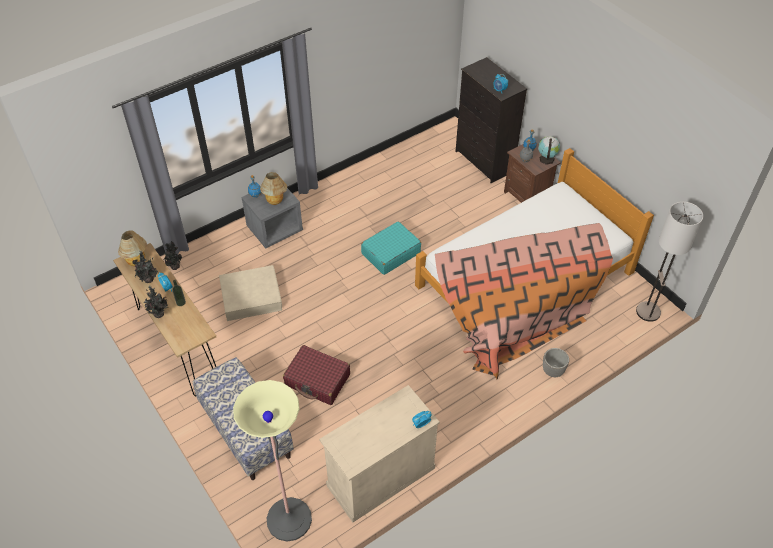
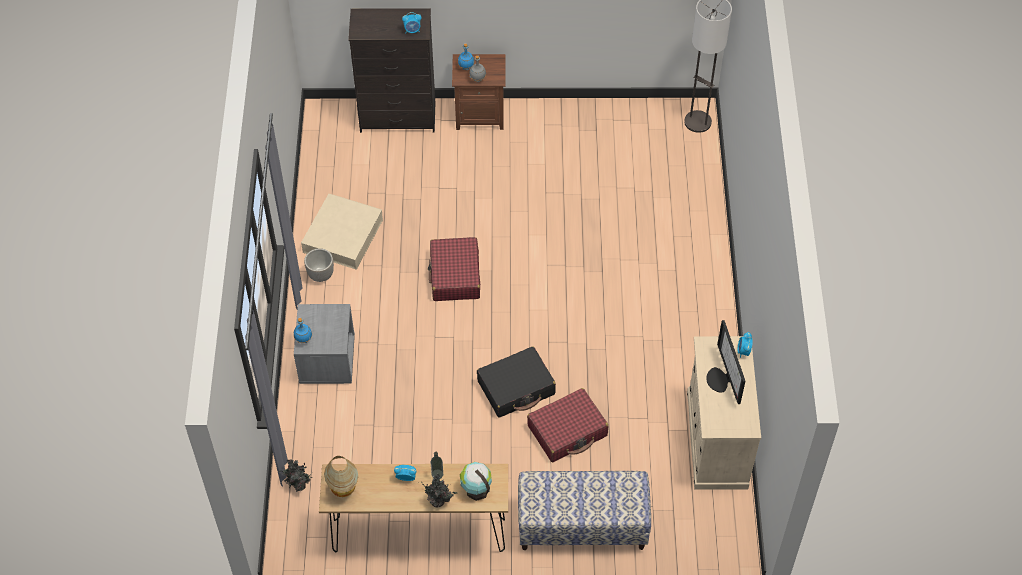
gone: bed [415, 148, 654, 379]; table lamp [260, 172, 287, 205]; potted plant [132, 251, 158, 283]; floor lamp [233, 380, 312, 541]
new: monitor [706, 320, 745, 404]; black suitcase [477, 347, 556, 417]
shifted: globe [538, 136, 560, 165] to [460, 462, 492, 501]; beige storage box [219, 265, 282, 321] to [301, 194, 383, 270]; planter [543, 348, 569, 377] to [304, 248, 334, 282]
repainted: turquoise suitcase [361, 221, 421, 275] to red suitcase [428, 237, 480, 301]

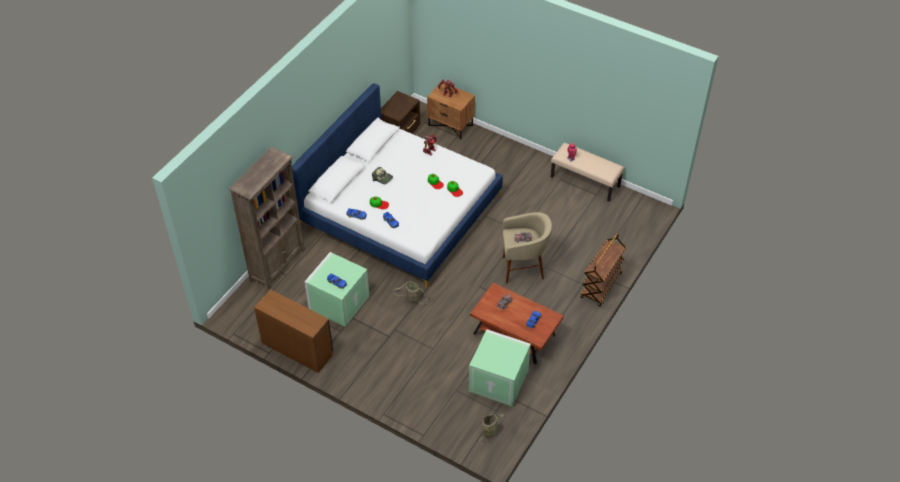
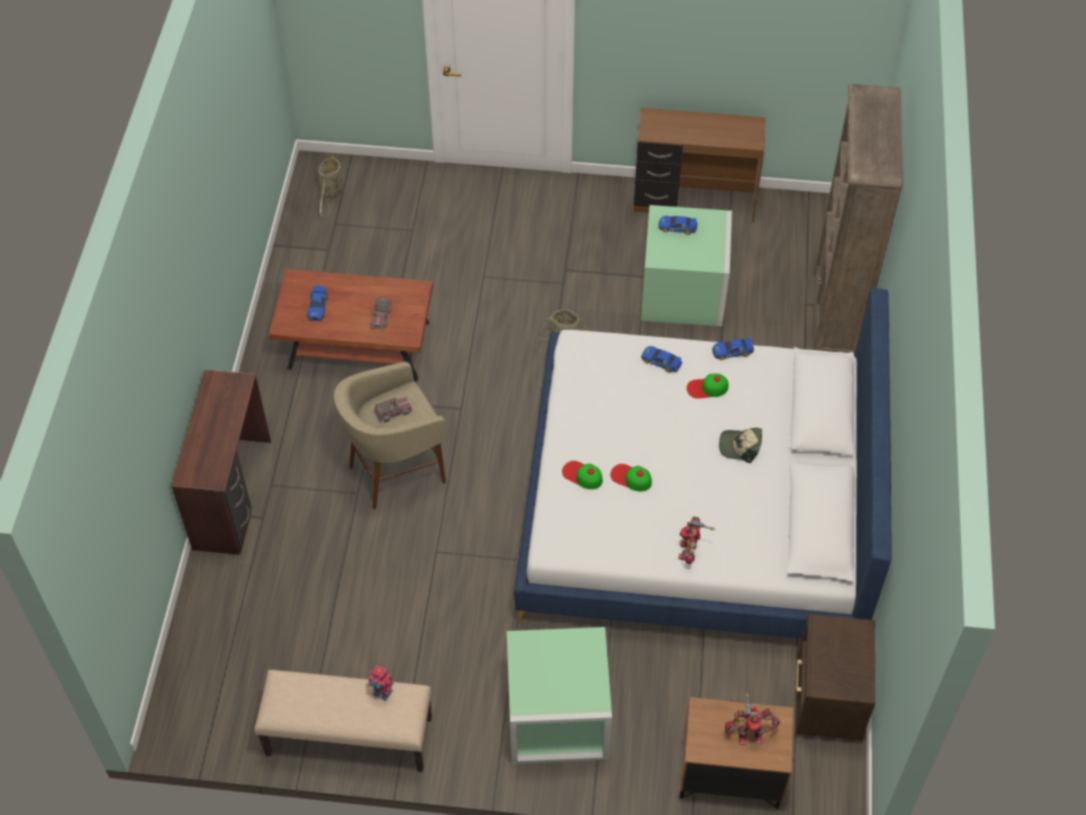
shifted: green storage box [469, 329, 531, 407] to [507, 627, 612, 764]
swapped: brown cart [580, 233, 626, 306] to brown desk [171, 370, 271, 555]

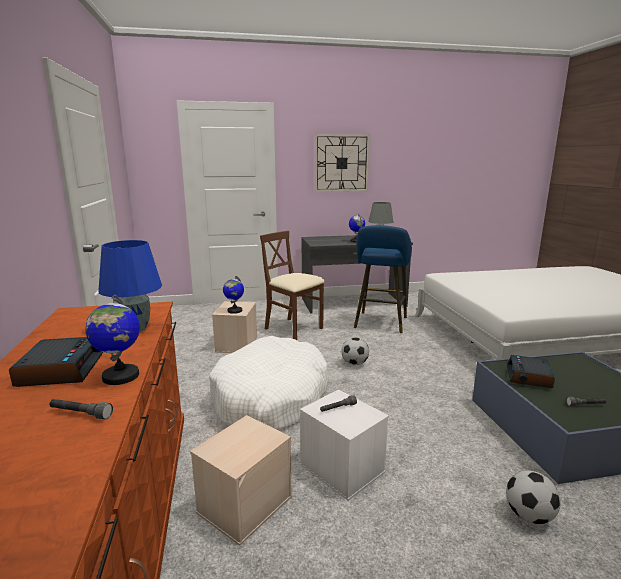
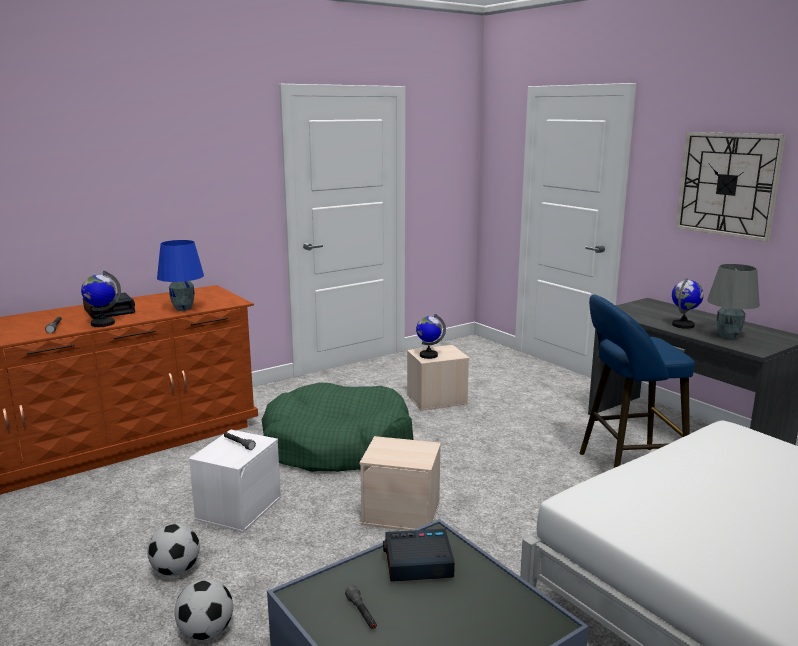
gone: brown chair [260, 231, 325, 340]
shifted: football [341, 337, 369, 365] to [147, 523, 200, 576]; beige storage box [190, 415, 292, 546] to [360, 436, 441, 531]
repainted: white dog bed [209, 336, 329, 430] to green dog bed [262, 383, 414, 472]

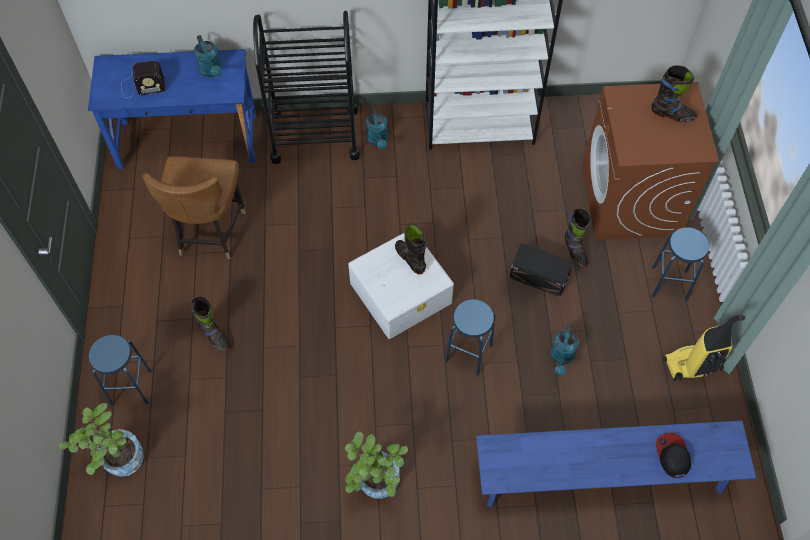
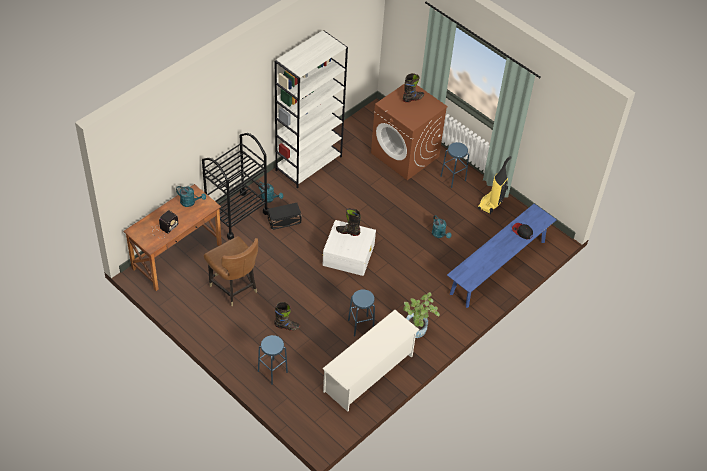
gone: black boot [565, 208, 591, 268]; potted plant [59, 403, 144, 477]
new: white shoe rack [322, 310, 419, 412]
shifted: black storage box [509, 243, 573, 297] to [268, 203, 301, 230]; blue stool [445, 299, 495, 376] to [348, 289, 375, 337]
repainted: blue desk [88, 49, 256, 169] to brown desk [124, 184, 222, 291]

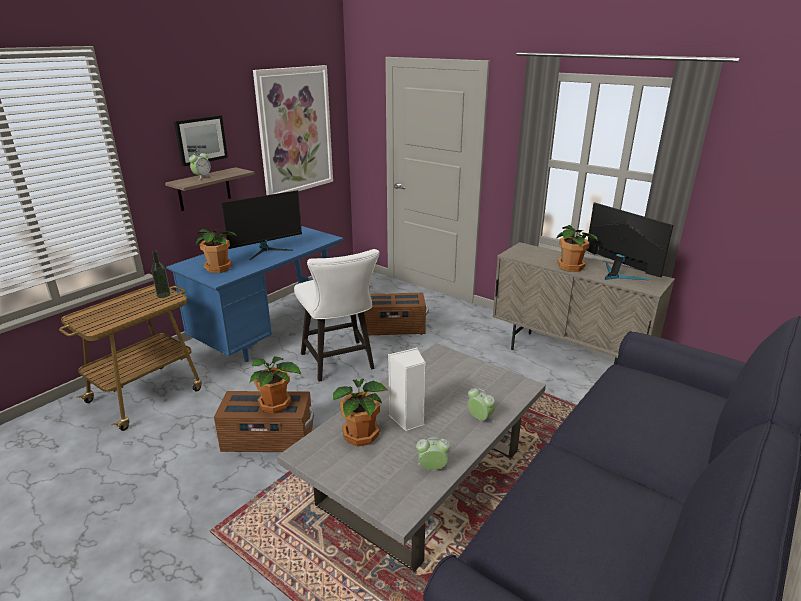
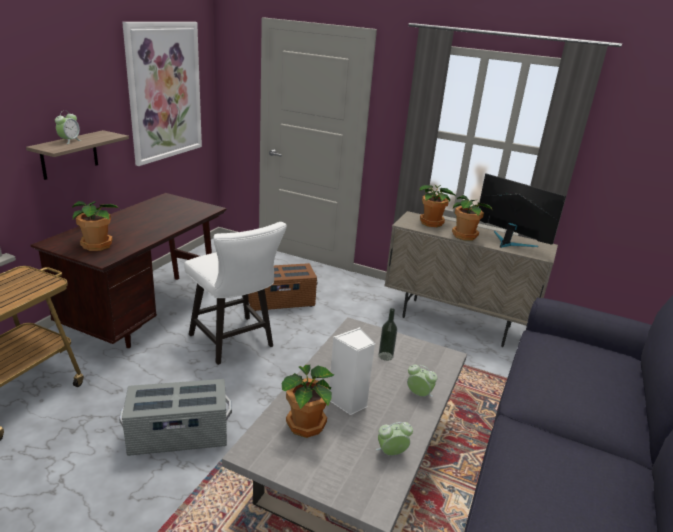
gone: picture [174, 115, 228, 166]; monitor [222, 190, 302, 260]
shifted: bottle [151, 251, 171, 298] to [379, 308, 397, 361]; potted plant [250, 356, 302, 414] to [419, 184, 456, 227]
repainted: blue desk [166, 226, 343, 362] to brown desk [31, 193, 227, 348]; brown storage box [214, 391, 314, 452] to grey storage box [119, 379, 232, 456]

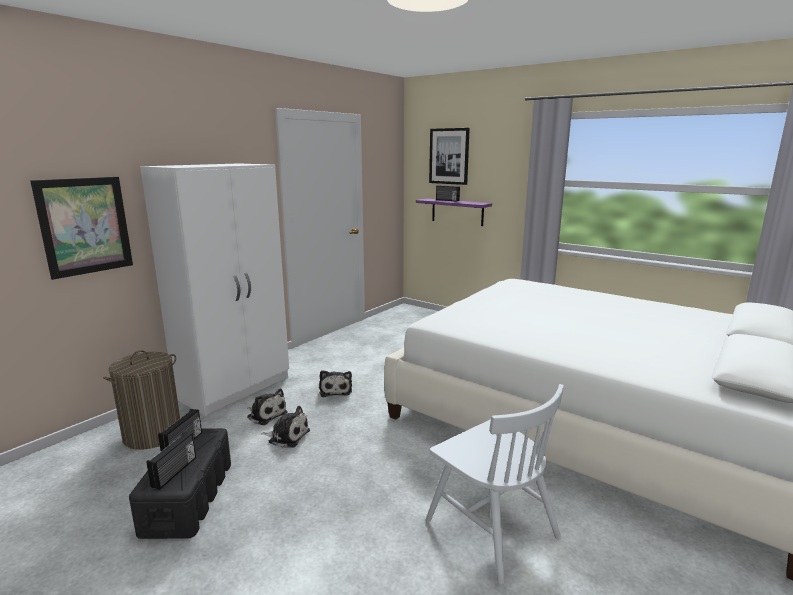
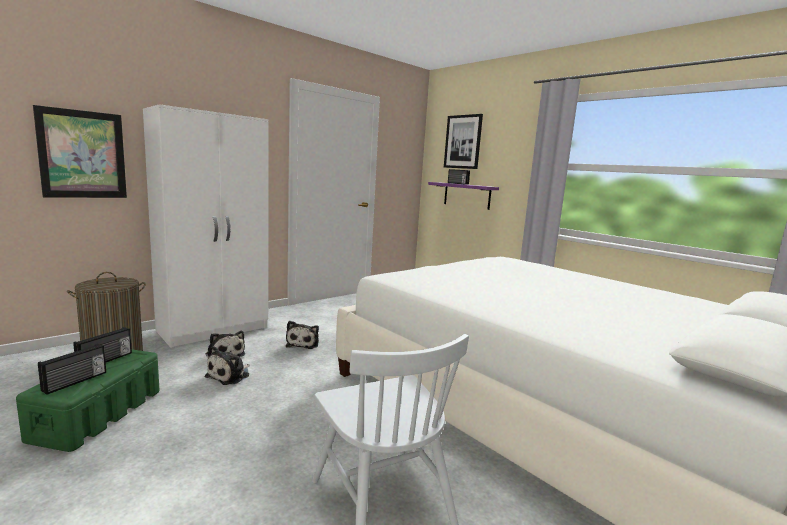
repainted: black storage box [129, 428, 231, 539] to green storage box [16, 349, 159, 452]
rotated: plush toy [261, 406, 310, 448] = [205, 346, 250, 385] 90 degrees clockwise

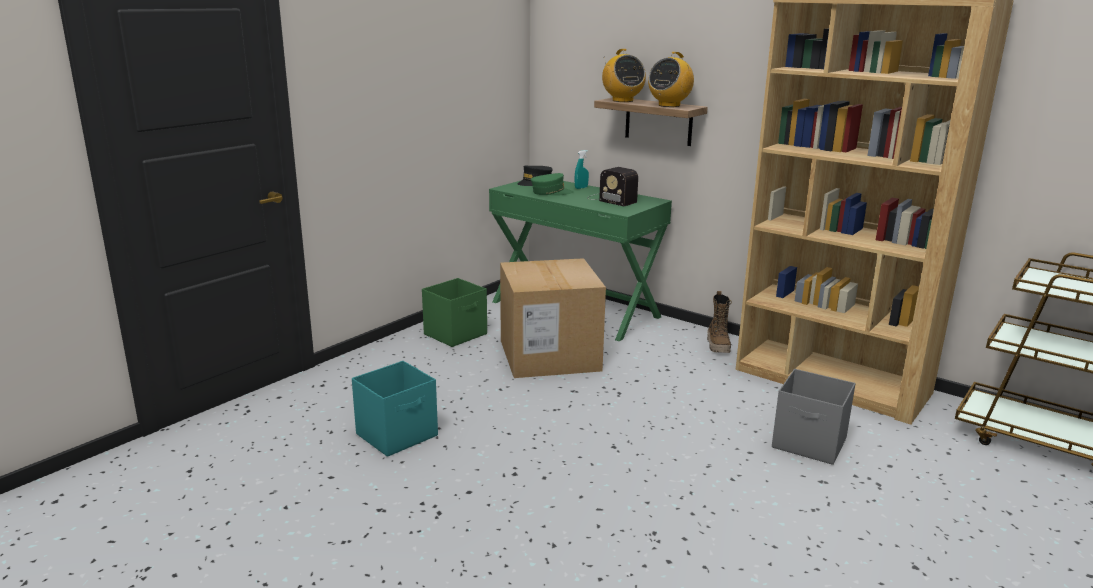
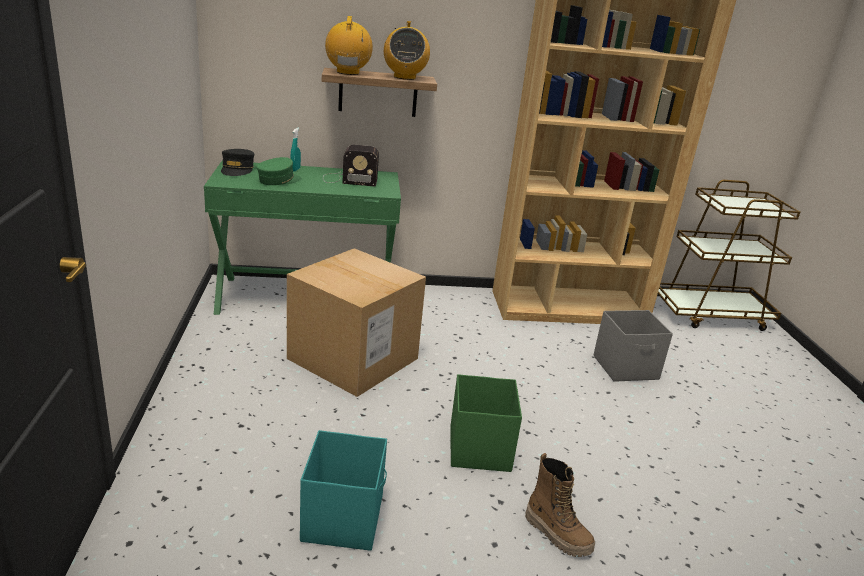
shifted: green storage box [422, 278, 487, 347] to [451, 374, 522, 472]; boot [707, 291, 732, 353] to [525, 453, 595, 557]
rotated: radio [602, 49, 646, 102] = [325, 16, 373, 75] 120 degrees counterclockwise

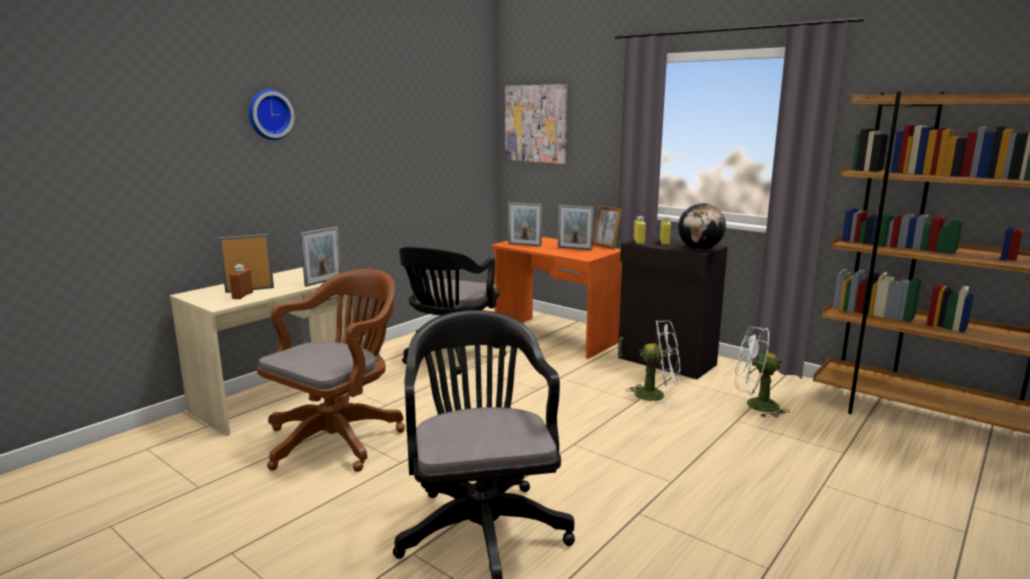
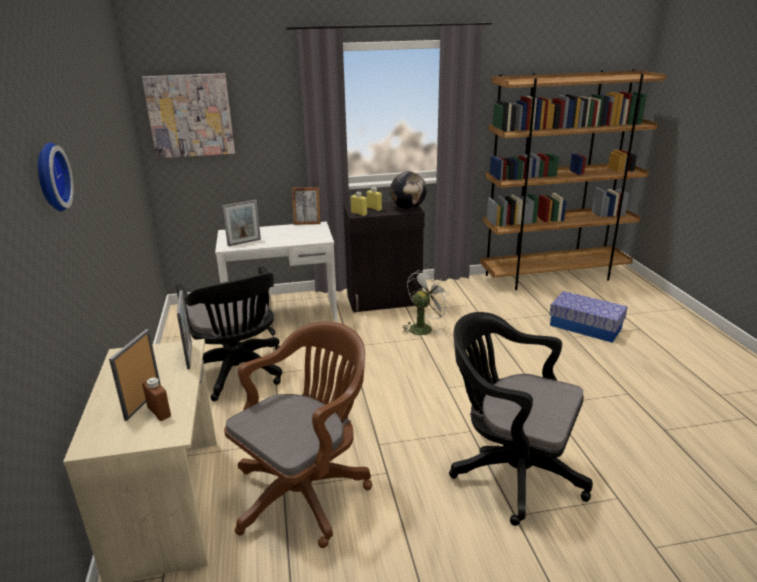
gone: picture frame [558, 205, 594, 250]; white fan [735, 326, 790, 417]
new: storage box [550, 291, 628, 343]
repainted: orange desk [491, 237, 622, 359] to white desk [215, 221, 338, 323]
rotated: brown office chair [257, 269, 405, 472] = [224, 322, 372, 548] 60 degrees clockwise

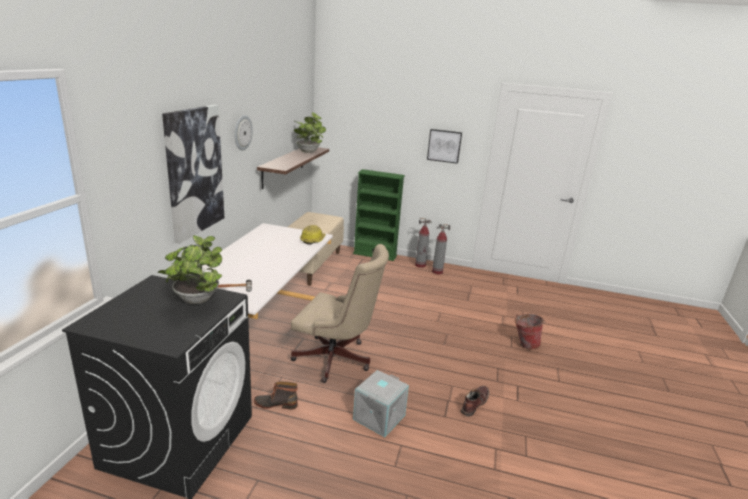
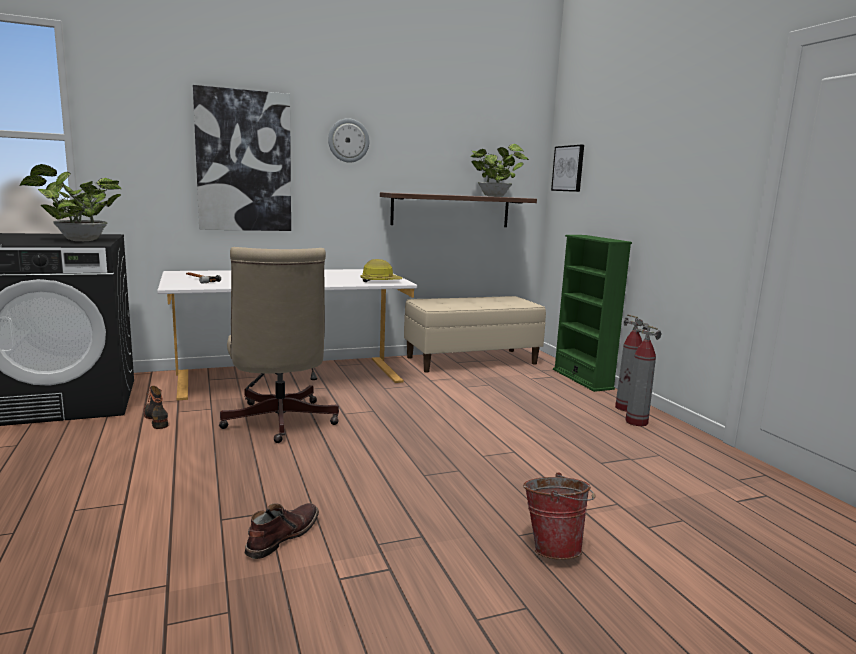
gone: grey storage box [353, 370, 409, 437]
shifted: picture [427, 129, 462, 164] to [551, 145, 584, 192]
rotated: brown boot [461, 386, 489, 417] = [245, 503, 319, 559] 60 degrees counterclockwise

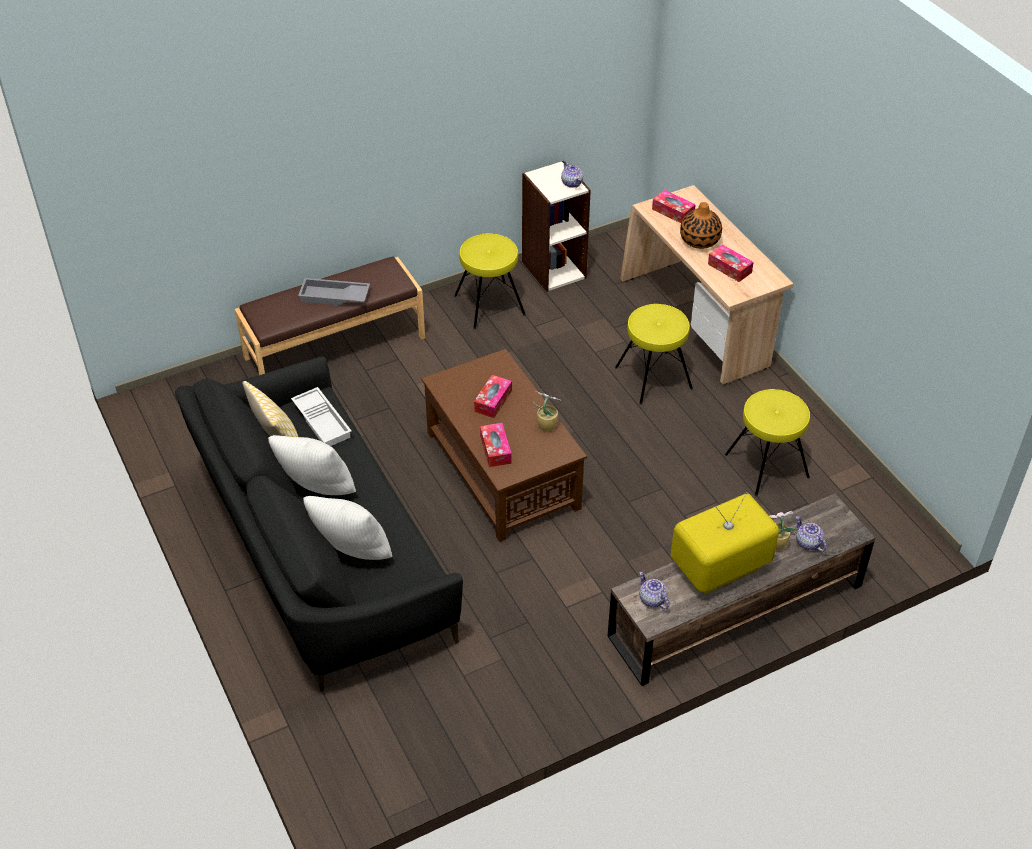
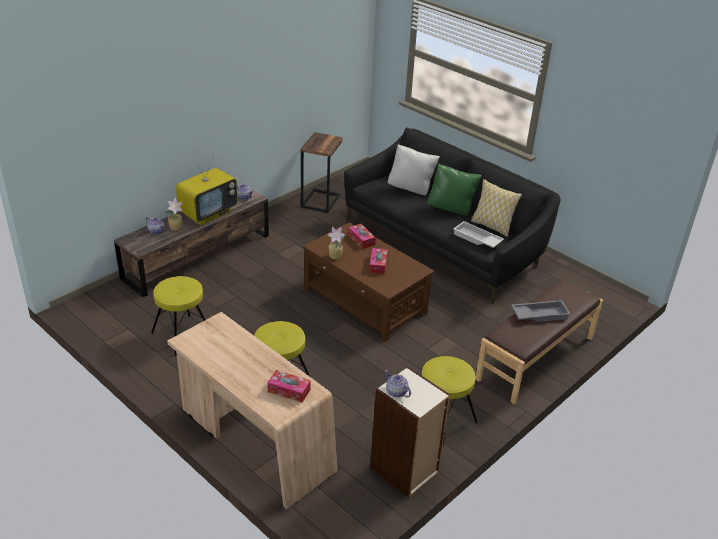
gone: vase [680, 202, 722, 249]; tissue box [708, 245, 754, 282]
new: side table [301, 132, 343, 213]
repainted: white pillow [268, 435, 356, 495] to green pillow [427, 164, 482, 216]

